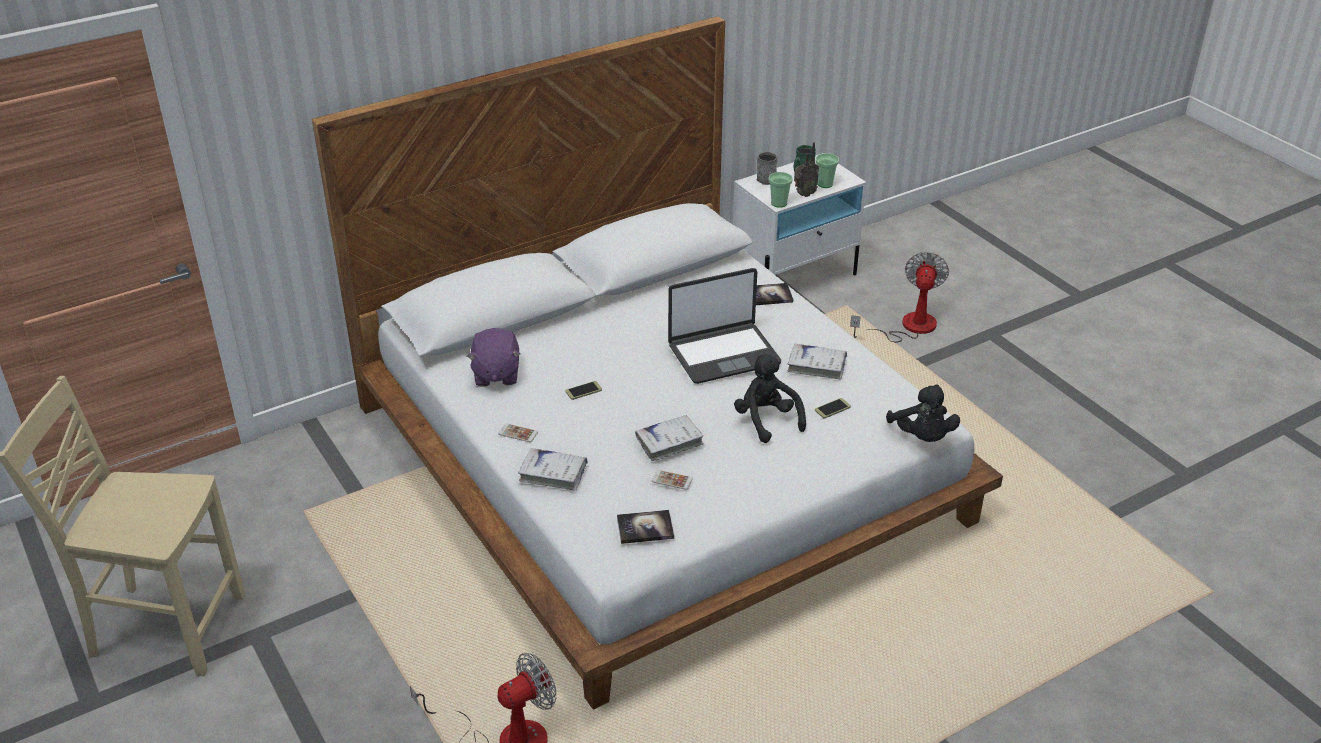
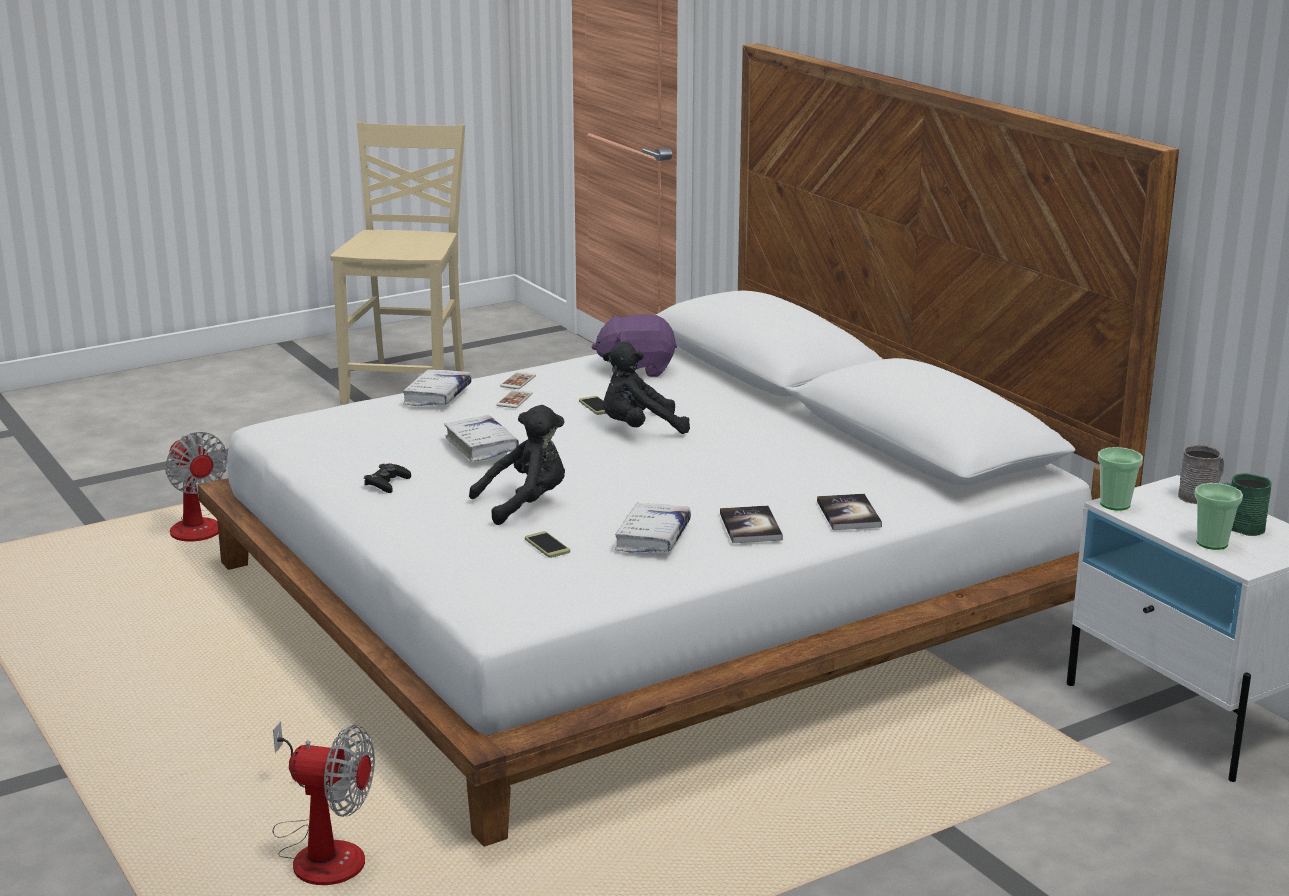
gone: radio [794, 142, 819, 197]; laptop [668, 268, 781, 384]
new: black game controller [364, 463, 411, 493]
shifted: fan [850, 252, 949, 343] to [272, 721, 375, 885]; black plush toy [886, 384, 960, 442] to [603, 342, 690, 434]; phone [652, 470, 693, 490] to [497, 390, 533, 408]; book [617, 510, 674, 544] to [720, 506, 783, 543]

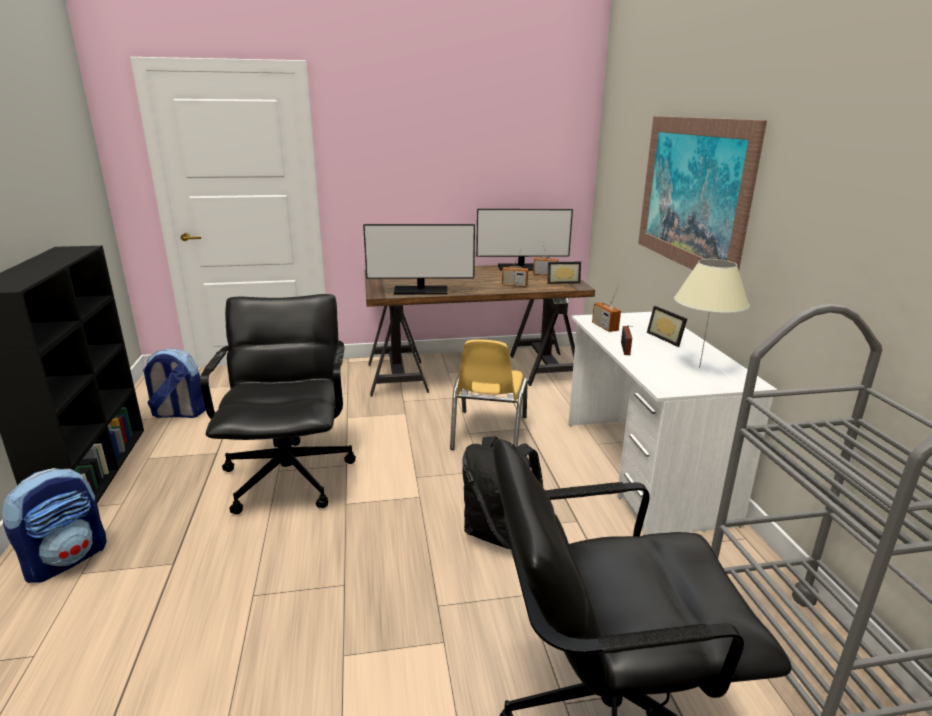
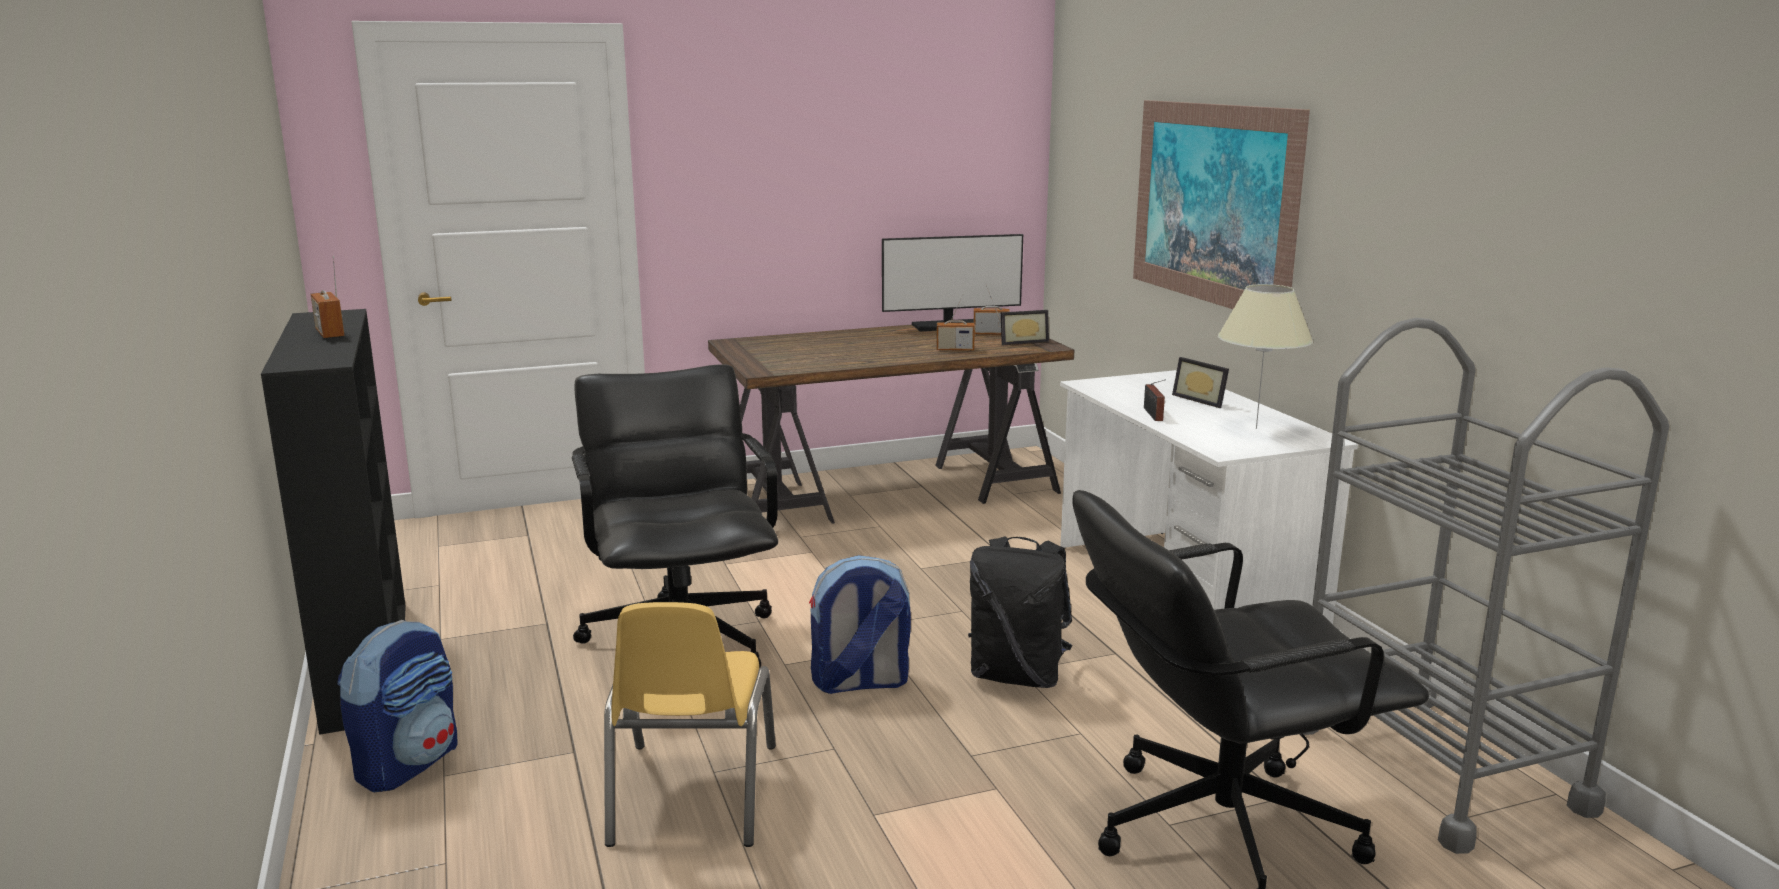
gone: monitor [363, 224, 475, 295]
shifted: radio [592, 284, 621, 332] to [311, 256, 345, 339]; yellow chair [450, 339, 528, 450] to [604, 602, 776, 847]; backpack [143, 348, 206, 418] to [809, 555, 911, 694]

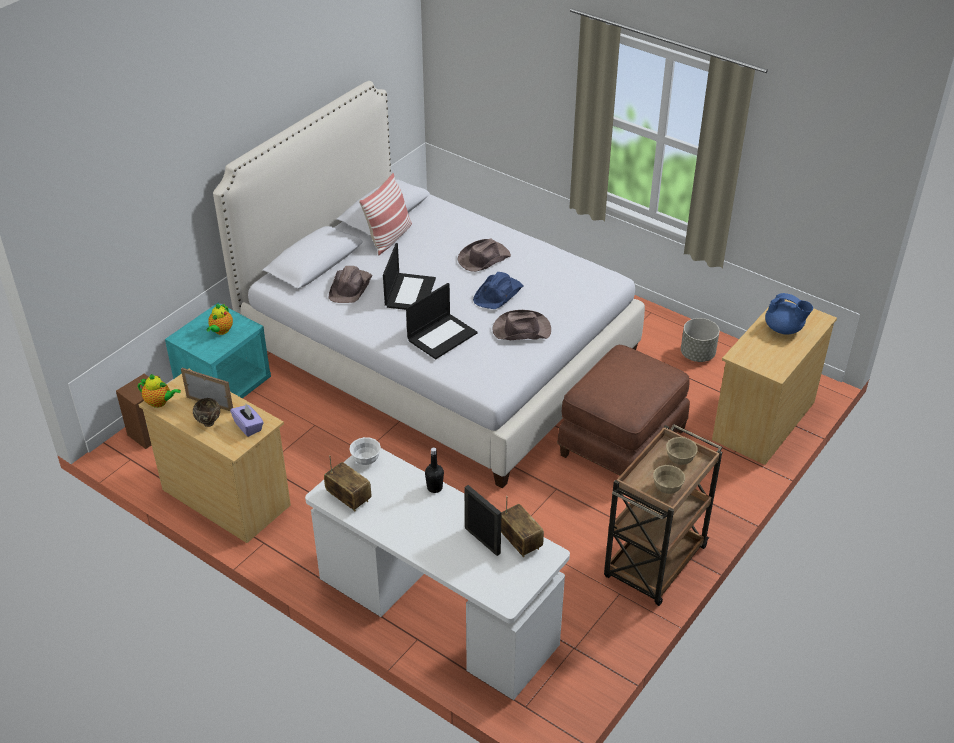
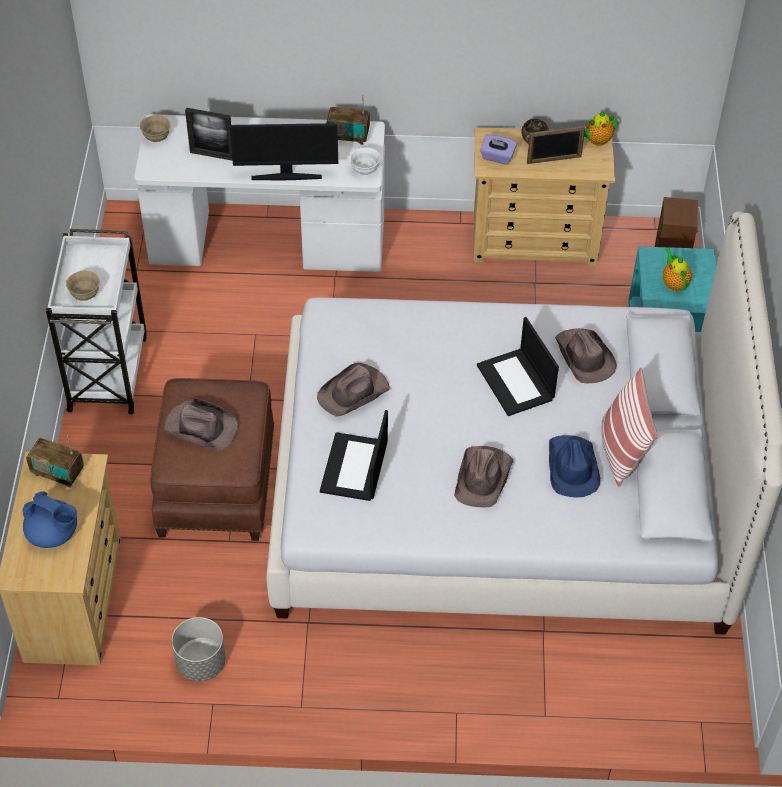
new: brown hat [164, 399, 238, 451]
shifted: blue hat [473, 272, 524, 309] to [549, 435, 600, 498]; laptop [406, 283, 477, 359] to [320, 410, 388, 501]; beige bowl [653, 465, 685, 494] to [140, 115, 170, 142]; radio [501, 496, 544, 557] to [26, 436, 84, 487]
swapped: black bottle [425, 447, 444, 493] to monitor [230, 123, 338, 180]
repainted: brown cart [604, 424, 722, 606] to white cart [46, 229, 147, 414]
rotated: blue teapot [765, 293, 813, 335] = [22, 491, 77, 548] 150 degrees counterclockwise

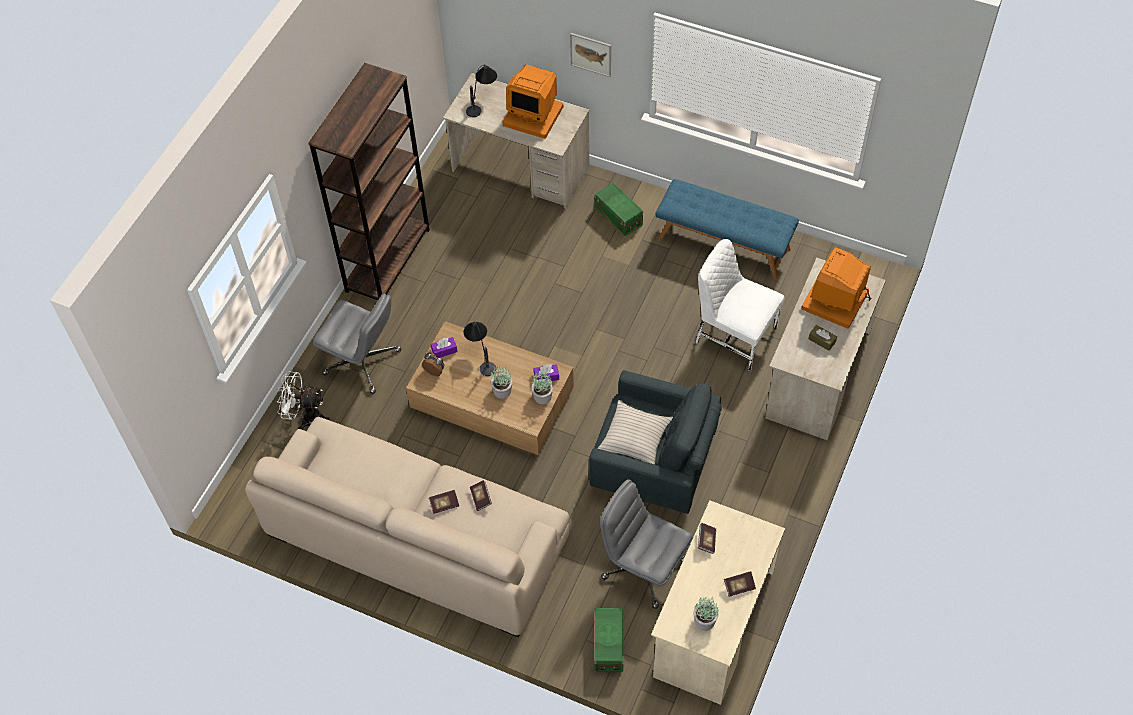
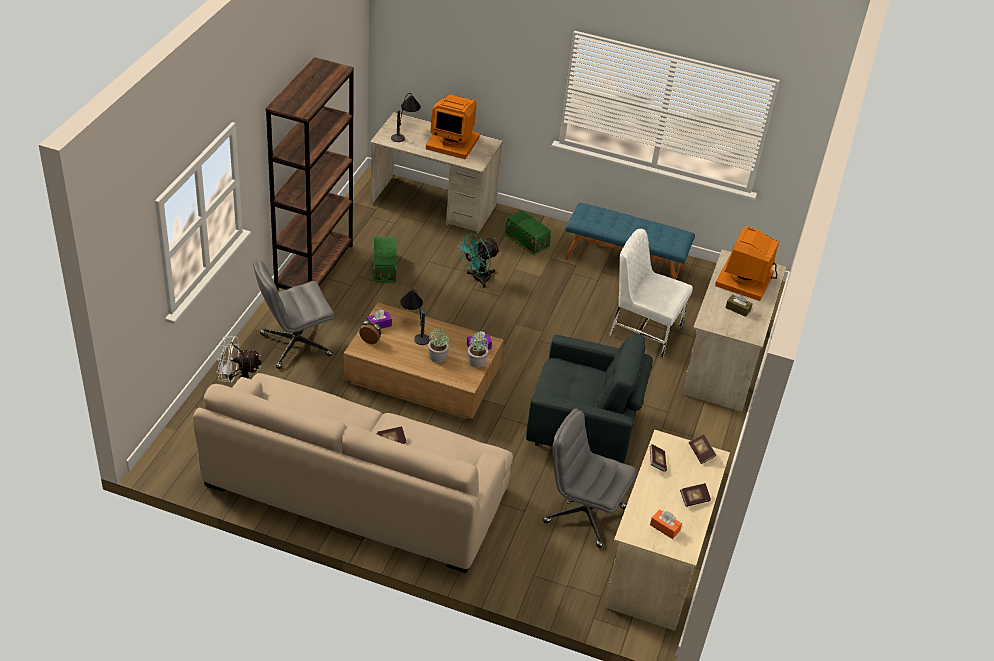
gone: picture [570, 33, 611, 77]; beige pillow [597, 400, 673, 464]
new: turquoise fan [457, 234, 500, 288]
shifted: book [470, 480, 492, 511] to [689, 434, 716, 464]; green storage box [595, 608, 624, 672] to [373, 237, 397, 283]
swapped: potted plant [693, 597, 719, 631] to orange tissue box [650, 509, 682, 539]
rotated: grey office chair [313, 294, 401, 394] = [253, 260, 334, 369] 135 degrees clockwise

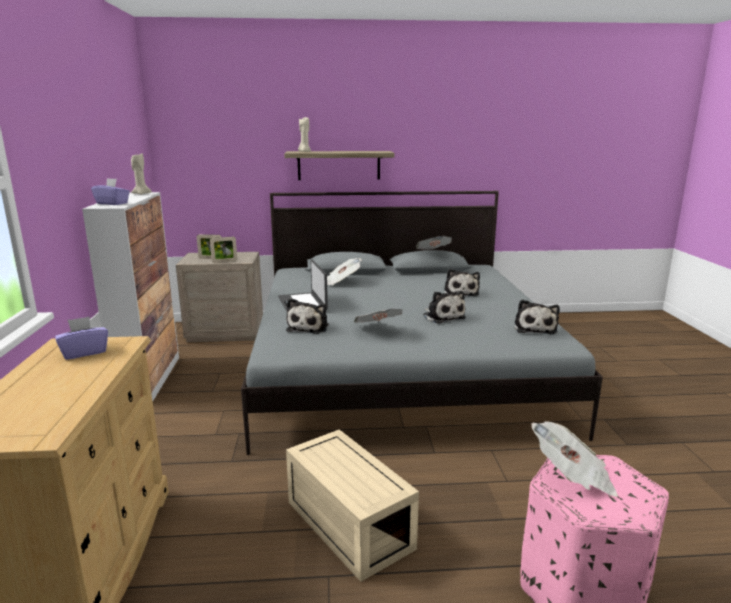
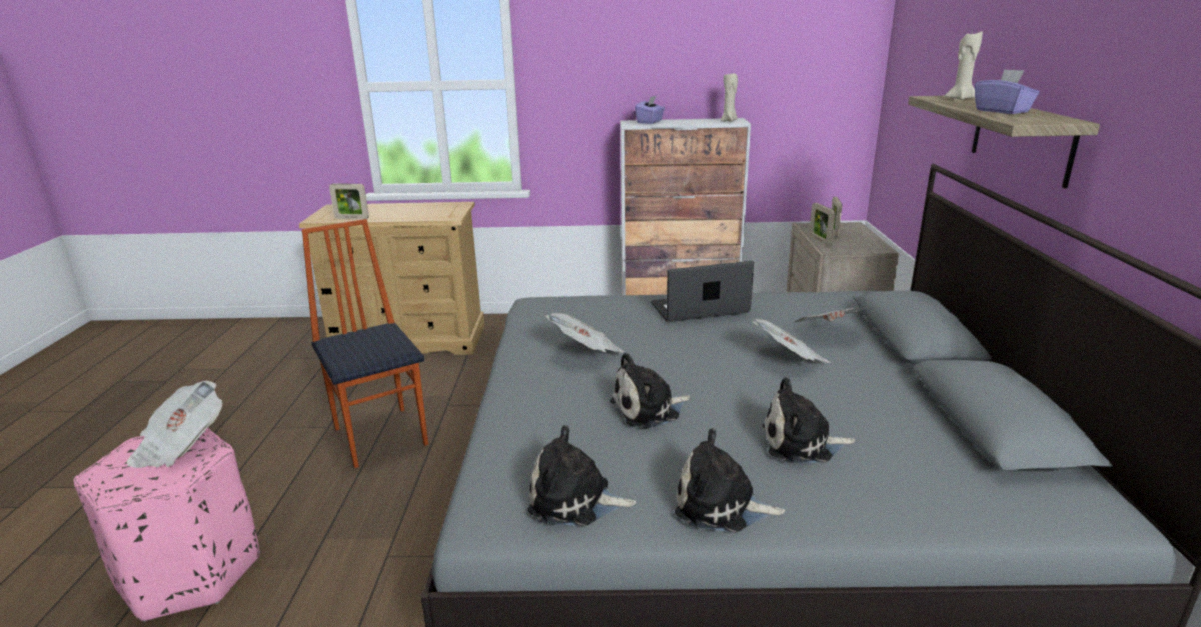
new: picture frame [329, 183, 369, 220]
shifted: newspaper [416, 236, 452, 250] to [752, 319, 831, 363]; plush toy [286, 298, 329, 334] to [675, 429, 785, 532]; purple tissue box [55, 316, 108, 360] to [975, 69, 1040, 114]
swapped: beige storage box [286, 429, 419, 582] to chair [302, 219, 428, 468]

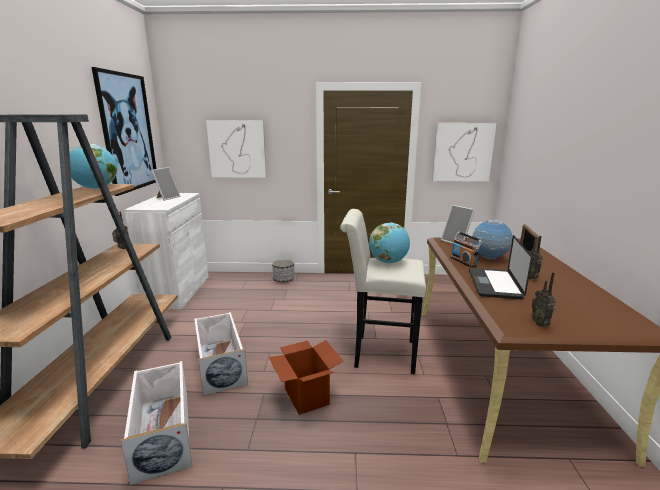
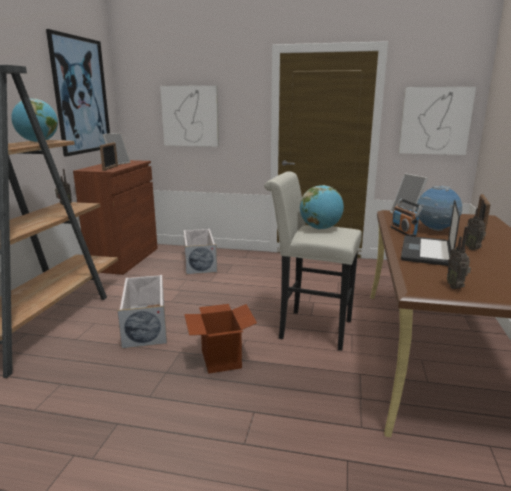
gone: planter [272, 259, 294, 282]
new: picture frame [100, 142, 118, 171]
shifted: white storage box [121, 361, 193, 485] to [184, 229, 217, 274]
repainted: white cabinet [124, 193, 209, 309] to brown cabinet [73, 160, 158, 275]

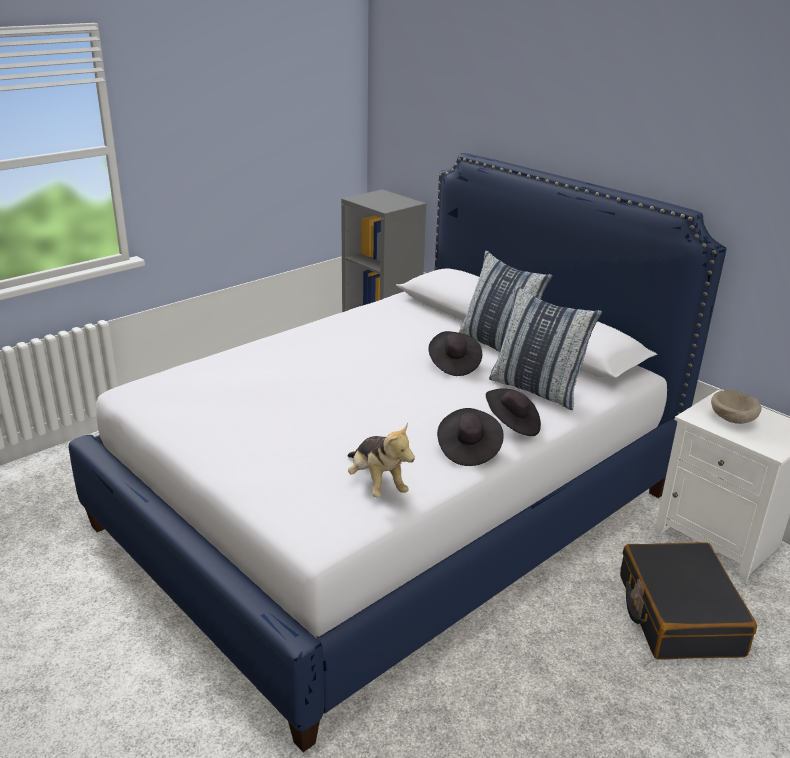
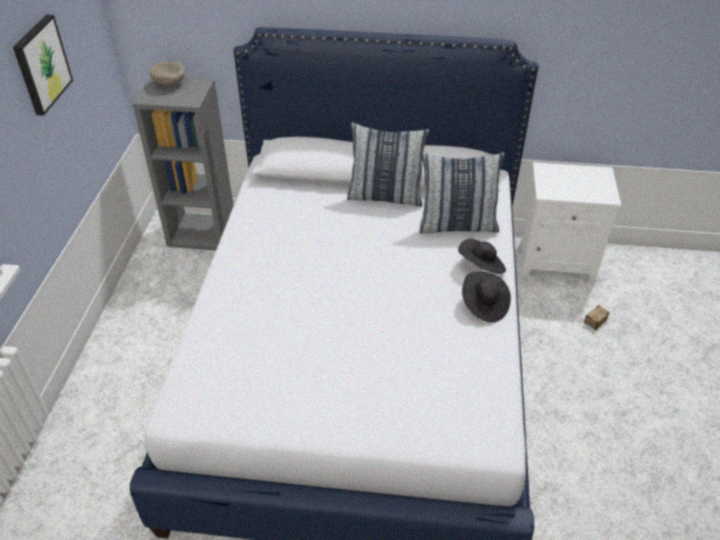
gone: black hat [429, 331, 482, 376]; plush toy [347, 423, 415, 497]
new: picture [13, 14, 73, 116]
shifted: beige bowl [711, 390, 762, 424] to [149, 61, 185, 85]
swapped: black suitcase [620, 542, 757, 660] to storage box [584, 305, 610, 330]

